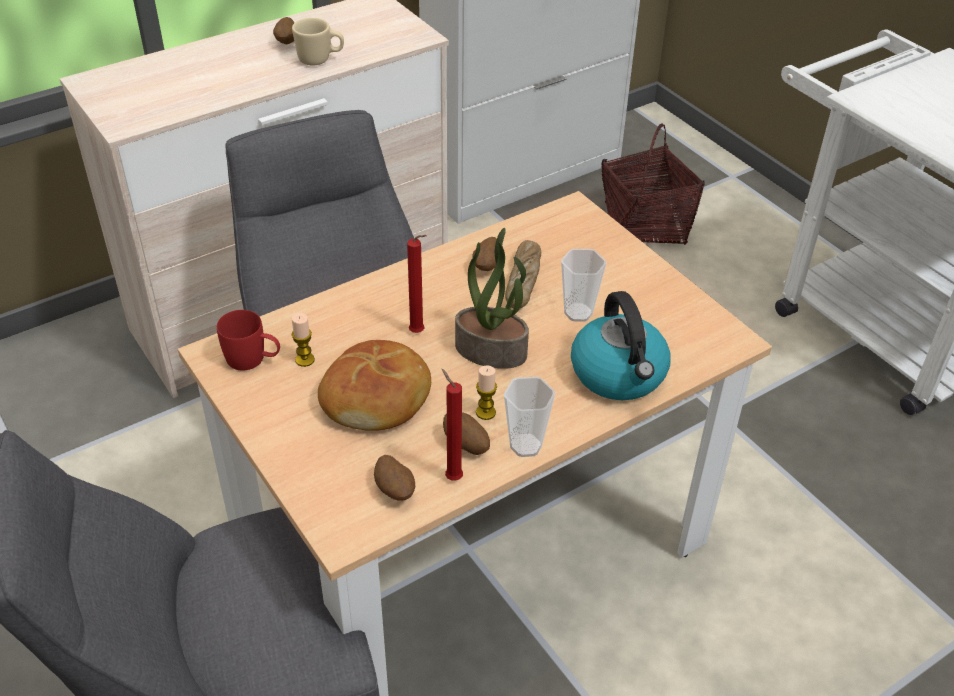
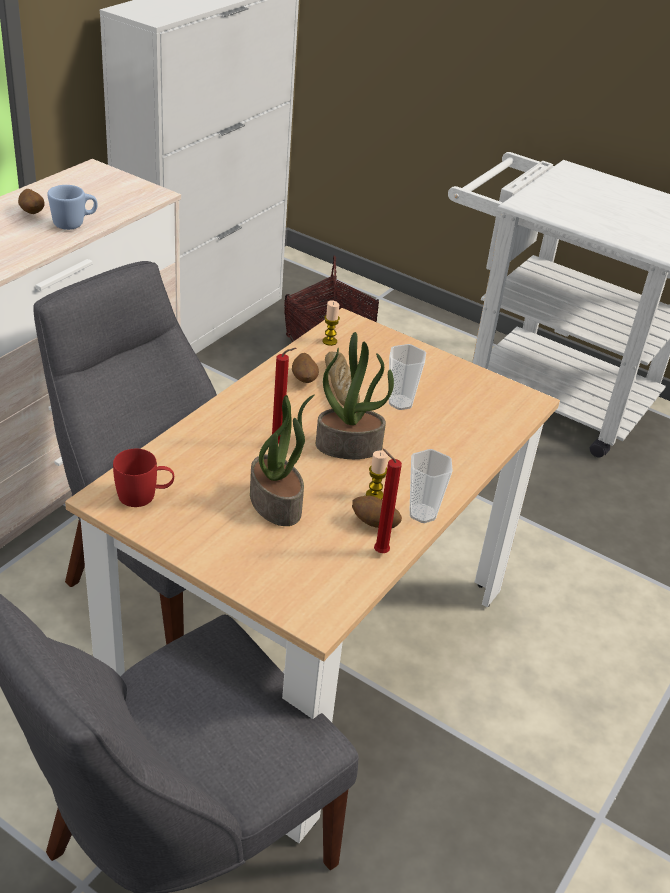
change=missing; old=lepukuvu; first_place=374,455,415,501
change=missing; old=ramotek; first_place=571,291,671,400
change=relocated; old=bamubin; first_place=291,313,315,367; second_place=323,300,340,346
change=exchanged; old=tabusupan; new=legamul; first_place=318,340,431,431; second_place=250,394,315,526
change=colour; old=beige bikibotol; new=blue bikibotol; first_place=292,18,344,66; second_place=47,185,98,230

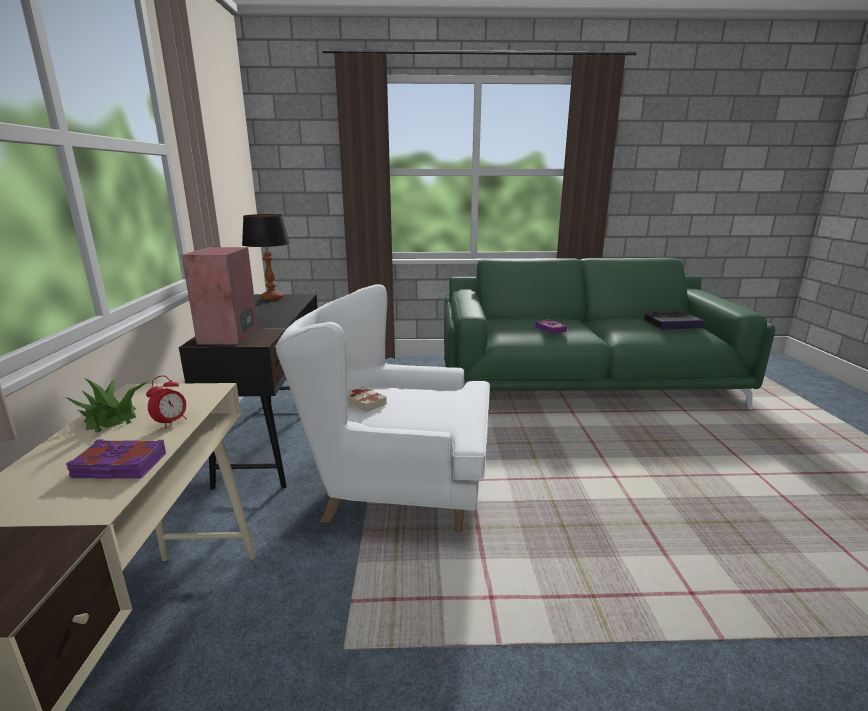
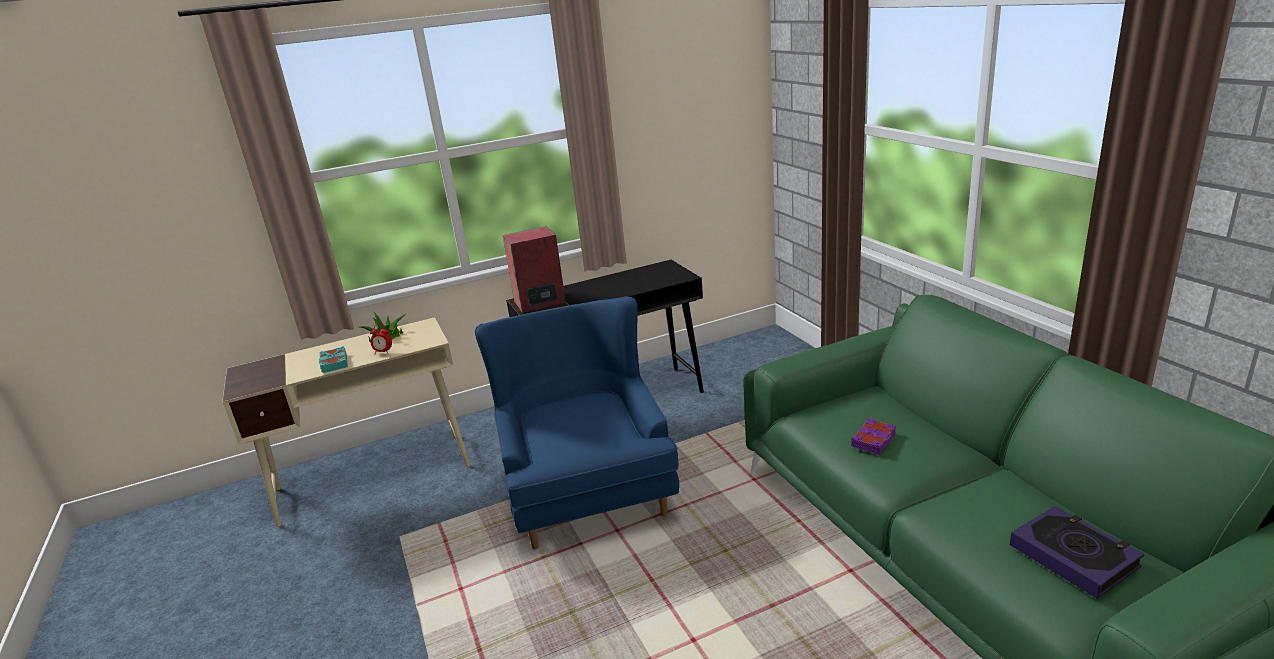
change=missing; old=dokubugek; first_place=242,214,290,301
change=missing; old=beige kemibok; first_place=347,386,387,412
change=colour; old=purple kemibok; new=turquoise kemibok; first_place=66,439,166,479; second_place=319,346,348,373
change=colour; old=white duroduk; new=blue duroduk; first_place=275,284,490,533; second_place=475,296,679,549

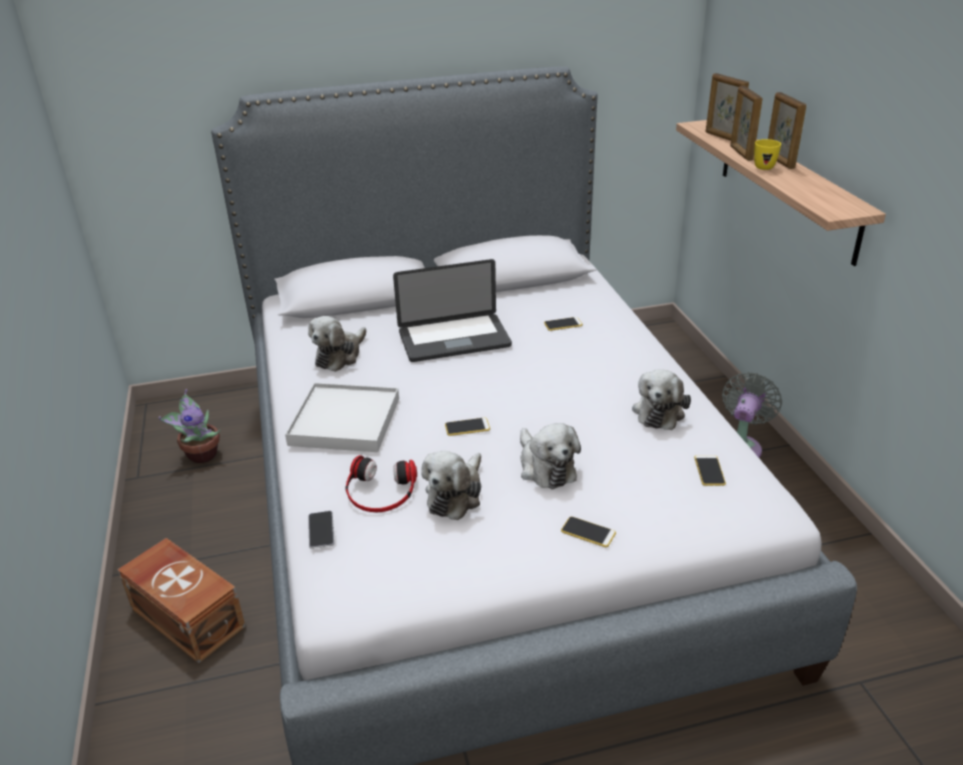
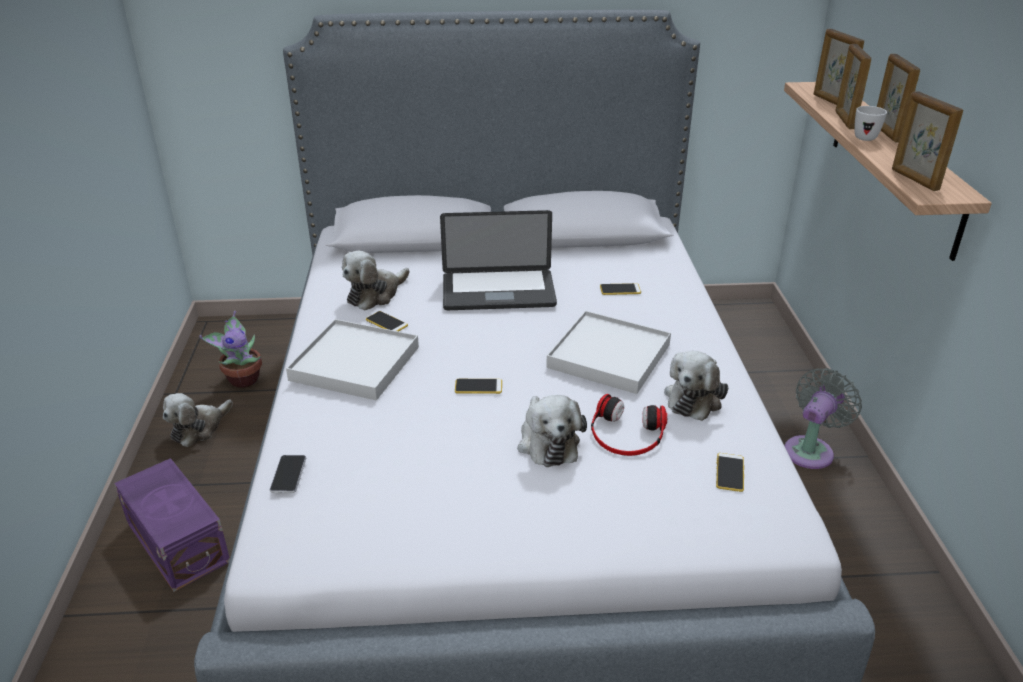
change=appeared; new=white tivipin; second_place=546,311,671,394
change=appeared; new=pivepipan; second_place=892,91,963,191
change=relocated; old=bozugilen; first_place=345,455,417,512; second_place=591,394,667,456
change=relocated; old=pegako; first_place=421,451,481,520; second_place=163,393,233,447
change=relocated; old=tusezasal; first_place=561,516,616,547; second_place=366,311,408,331
change=colour; old=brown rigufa; new=purple rigufa; first_place=118,538,246,663; second_place=114,458,230,592
change=colour; old=yellow bikibotol; new=white bikibotol; first_place=754,139,781,170; second_place=854,106,887,141

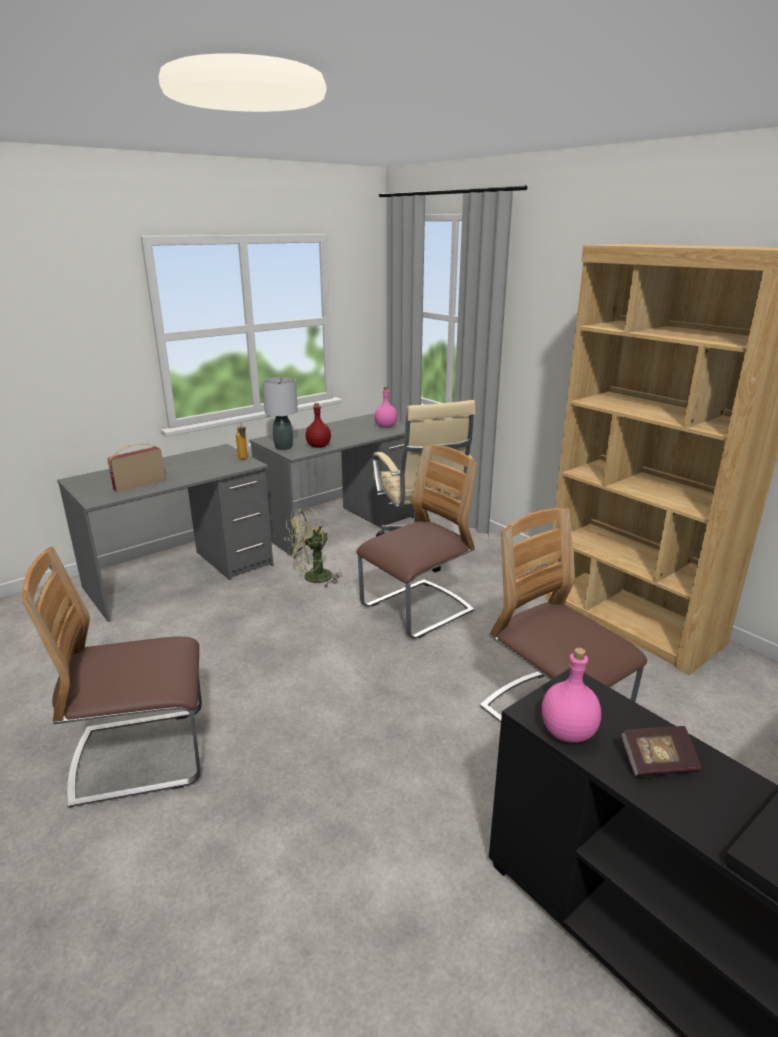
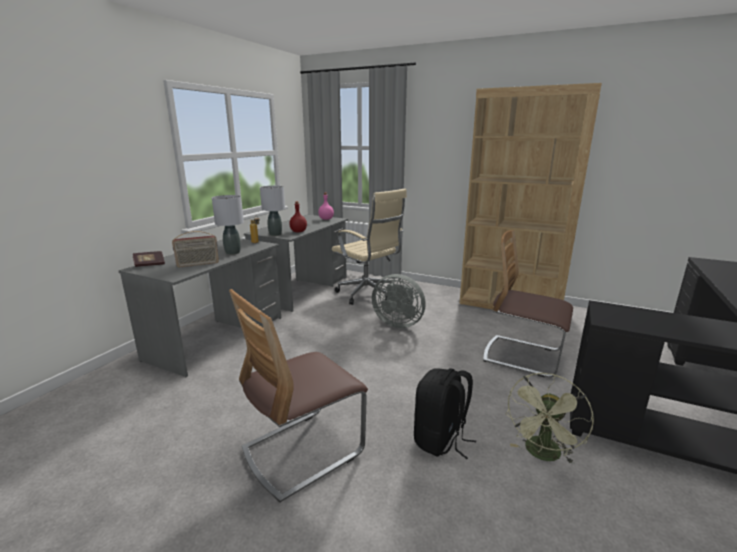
change=missing; old=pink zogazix; first_place=542,648,601,743
change=appeared; new=grey dokubugek; second_place=212,195,244,255
change=appeared; new=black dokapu; second_place=414,368,476,459
change=relocated; old=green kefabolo; first_place=284,507,342,588; second_place=506,373,594,464
change=relocated; old=kemibok; first_place=621,726,701,777; second_place=133,251,165,267
change=exchanged; old=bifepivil; new=grey kefabolo; first_place=356,444,477,639; second_place=372,274,426,328
change=spun; old=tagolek; first_place=108,443,165,493; second_place=172,231,219,268; degrees=-135

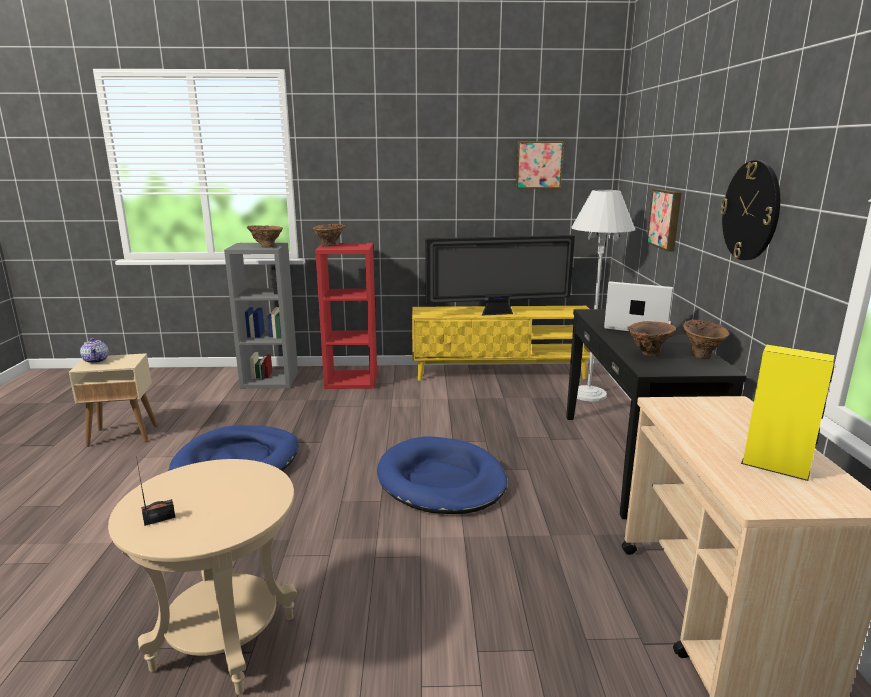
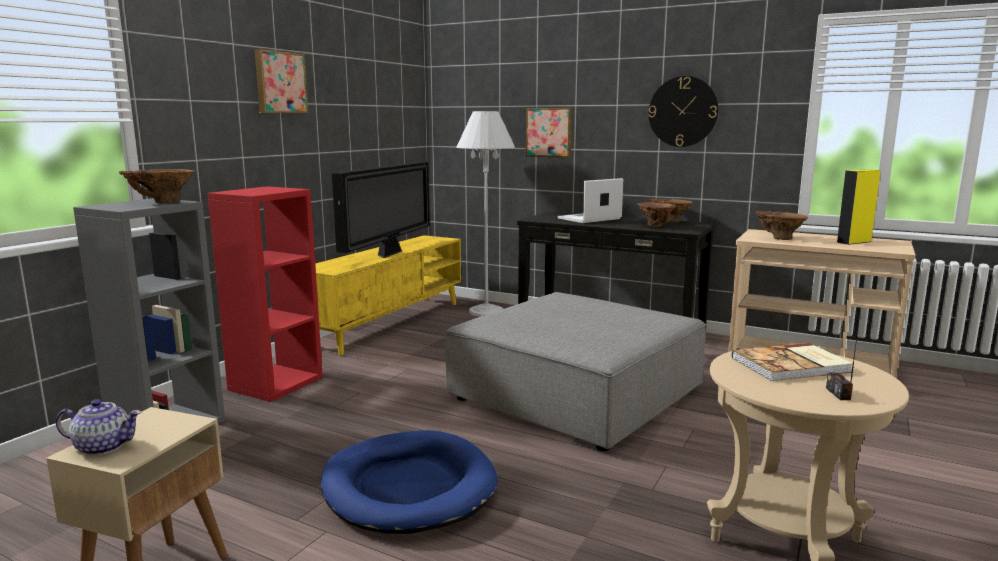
change=appeared; new=kemibok; second_place=732,343,853,381
change=relocated; old=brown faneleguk; first_place=313,224,346,247; second_place=756,211,808,240
change=relocated; old=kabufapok; first_place=516,141,564,189; second_place=254,49,308,113
change=exchanged; old=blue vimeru; new=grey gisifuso; first_place=377,436,507,514; second_place=445,292,706,451

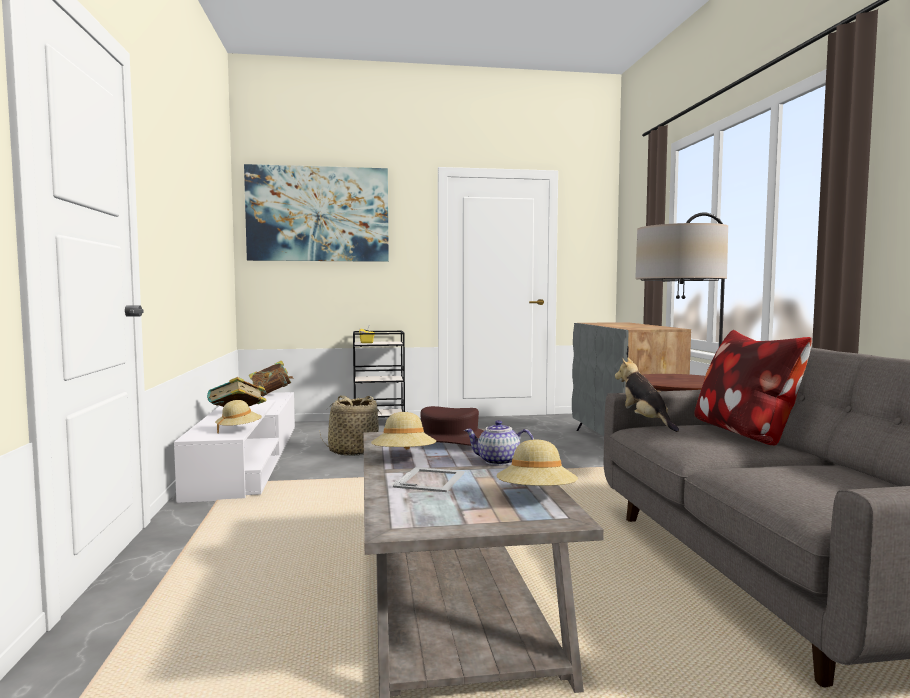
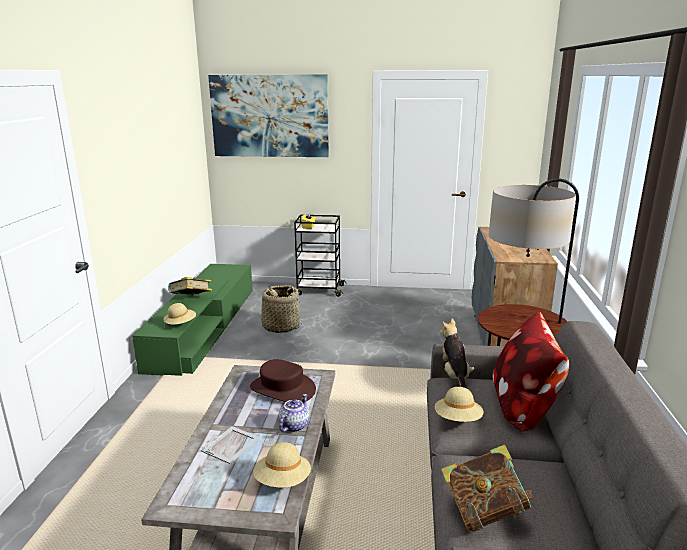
change=relocated; old=kemibok; first_place=249,360,294,396; second_place=441,445,535,532
change=relocated; old=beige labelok; first_place=371,412,436,450; second_place=435,387,483,422
change=colour; old=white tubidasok; new=green tubidasok; first_place=174,392,295,503; second_place=132,264,253,376
change=spun; old=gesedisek; first_place=464,420,534,466; second_place=279,394,310,432; degrees=90

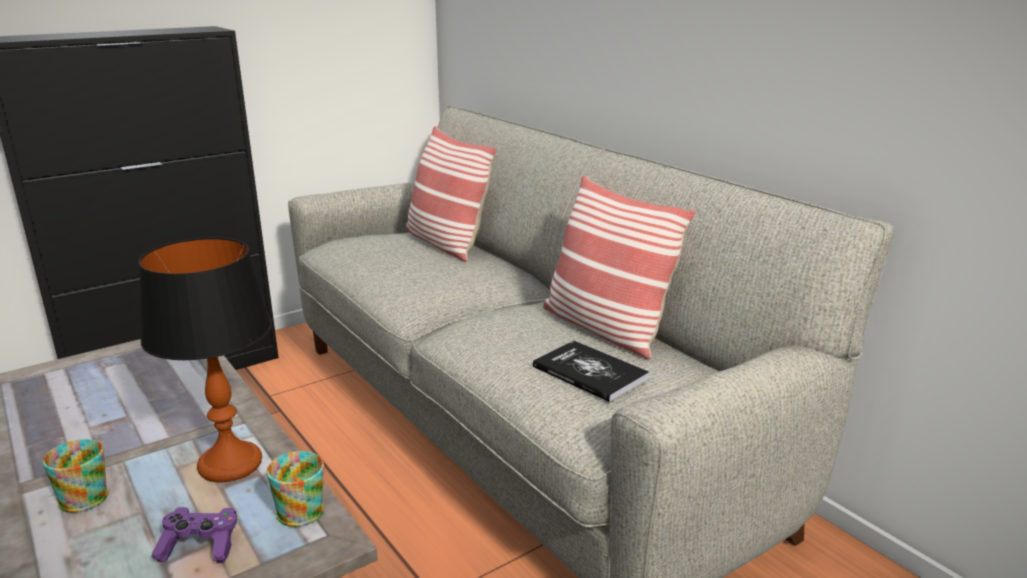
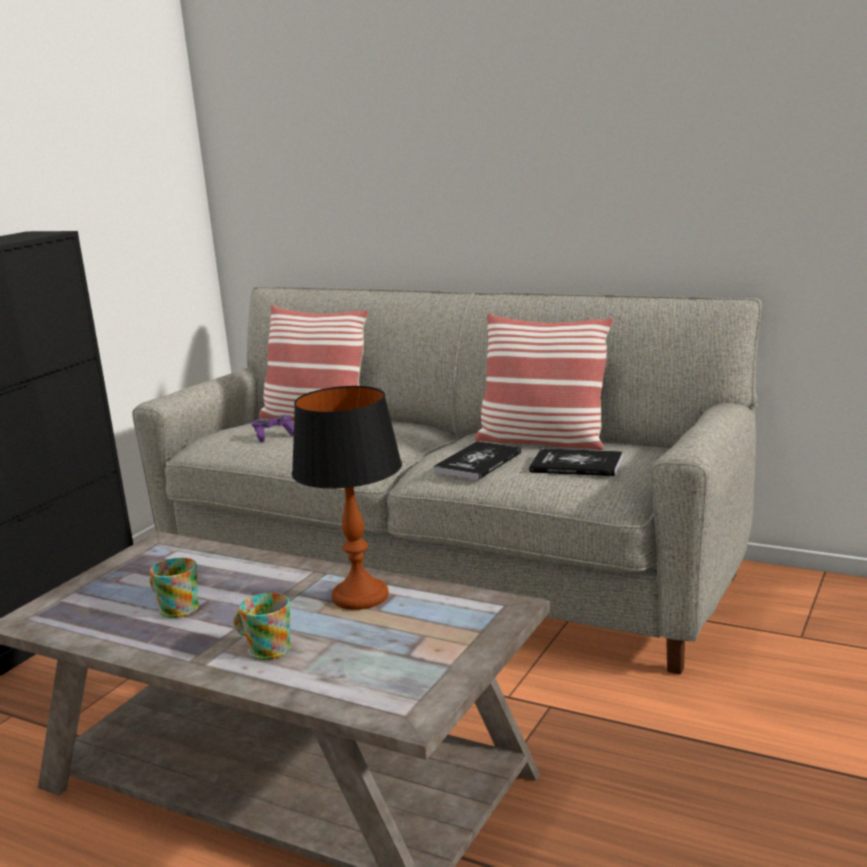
change=appeared; new=kemibok; second_place=433,441,521,480
change=relocated; old=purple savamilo; first_place=151,507,237,563; second_place=252,415,294,442
change=relocated; old=bikibotol; first_place=267,451,324,527; second_place=150,558,199,618

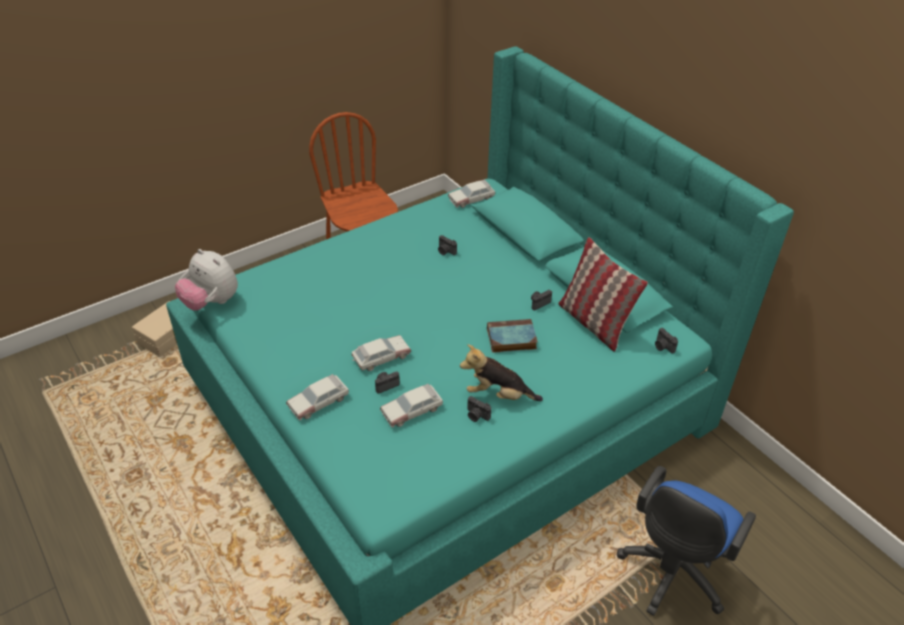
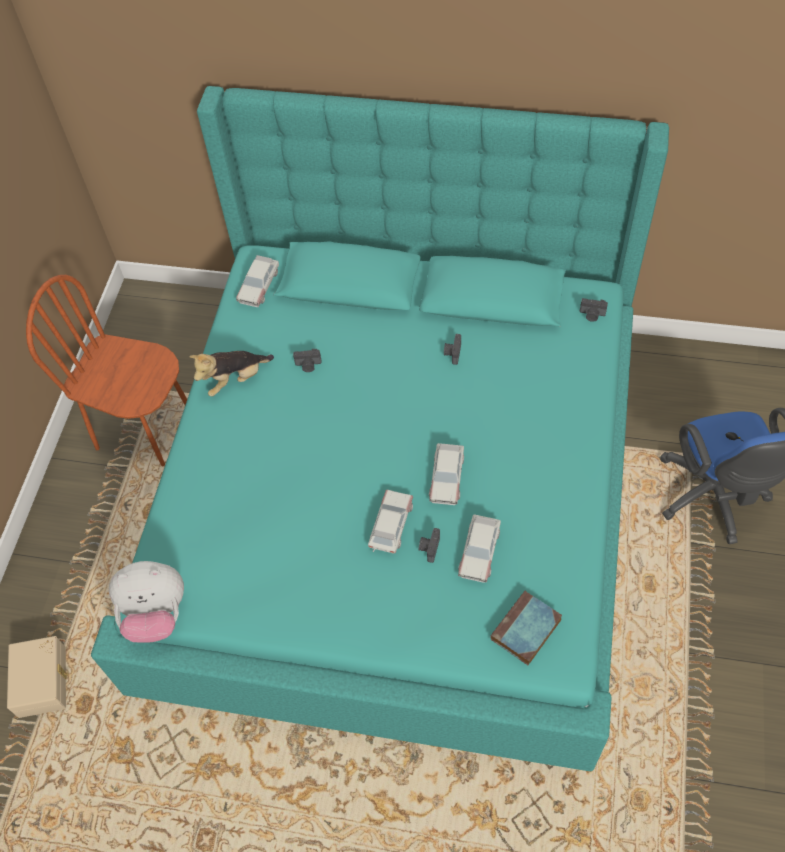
change=missing; old=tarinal; first_place=467,396,491,422
change=missing; old=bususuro; first_place=558,237,648,352
change=relocated; old=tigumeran; first_place=286,374,349,420; second_place=429,443,464,505
change=relocated; old=pegako; first_place=460,344,543,401; second_place=189,351,274,396
change=relocated; old=kemibok; first_place=487,319,538,353; second_place=491,591,562,665

